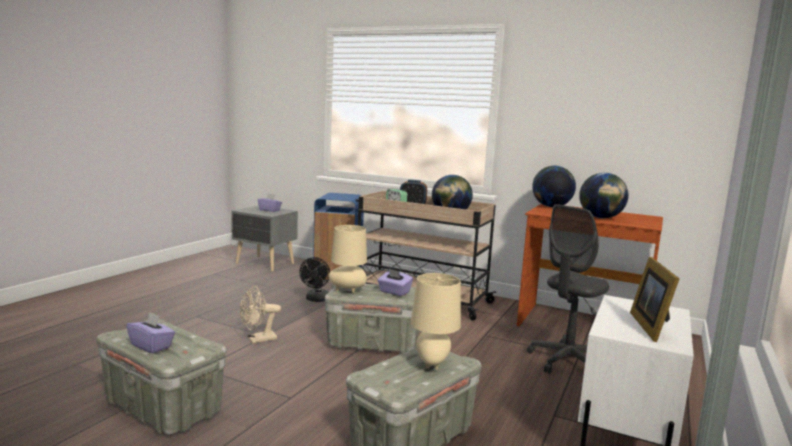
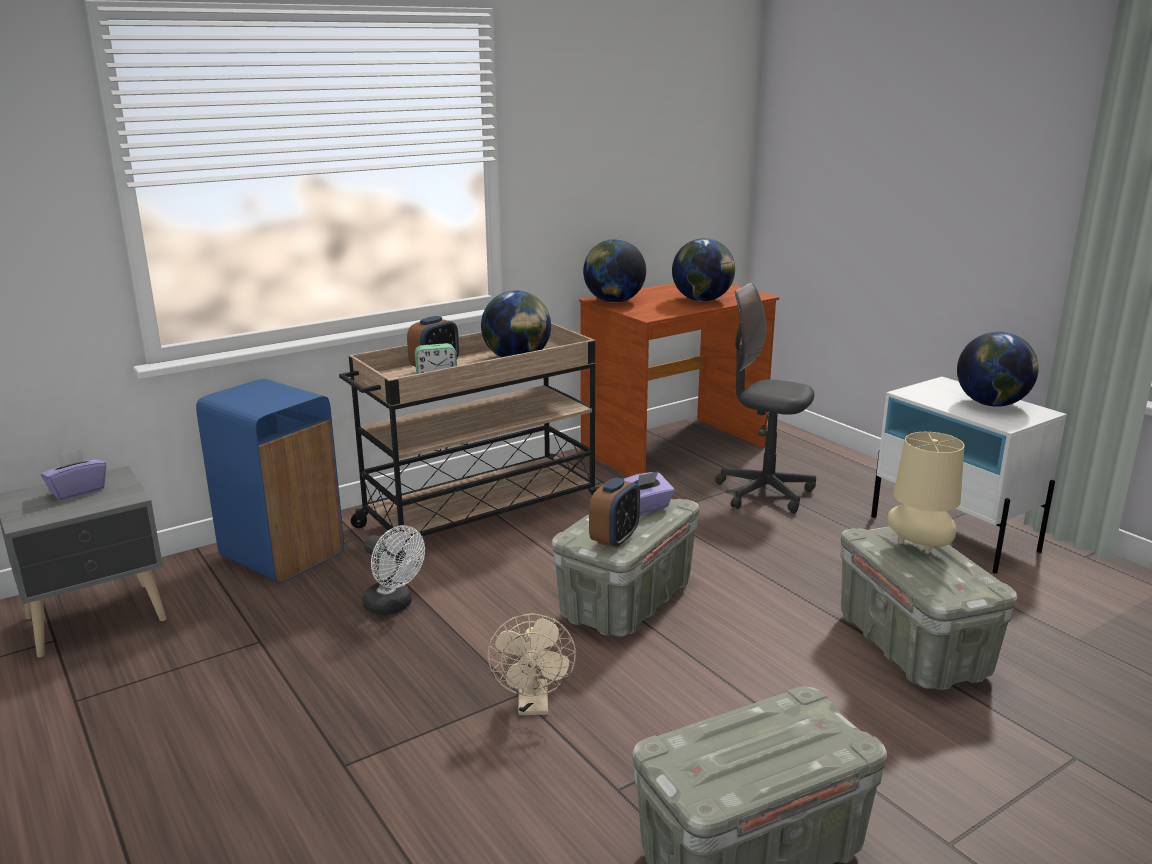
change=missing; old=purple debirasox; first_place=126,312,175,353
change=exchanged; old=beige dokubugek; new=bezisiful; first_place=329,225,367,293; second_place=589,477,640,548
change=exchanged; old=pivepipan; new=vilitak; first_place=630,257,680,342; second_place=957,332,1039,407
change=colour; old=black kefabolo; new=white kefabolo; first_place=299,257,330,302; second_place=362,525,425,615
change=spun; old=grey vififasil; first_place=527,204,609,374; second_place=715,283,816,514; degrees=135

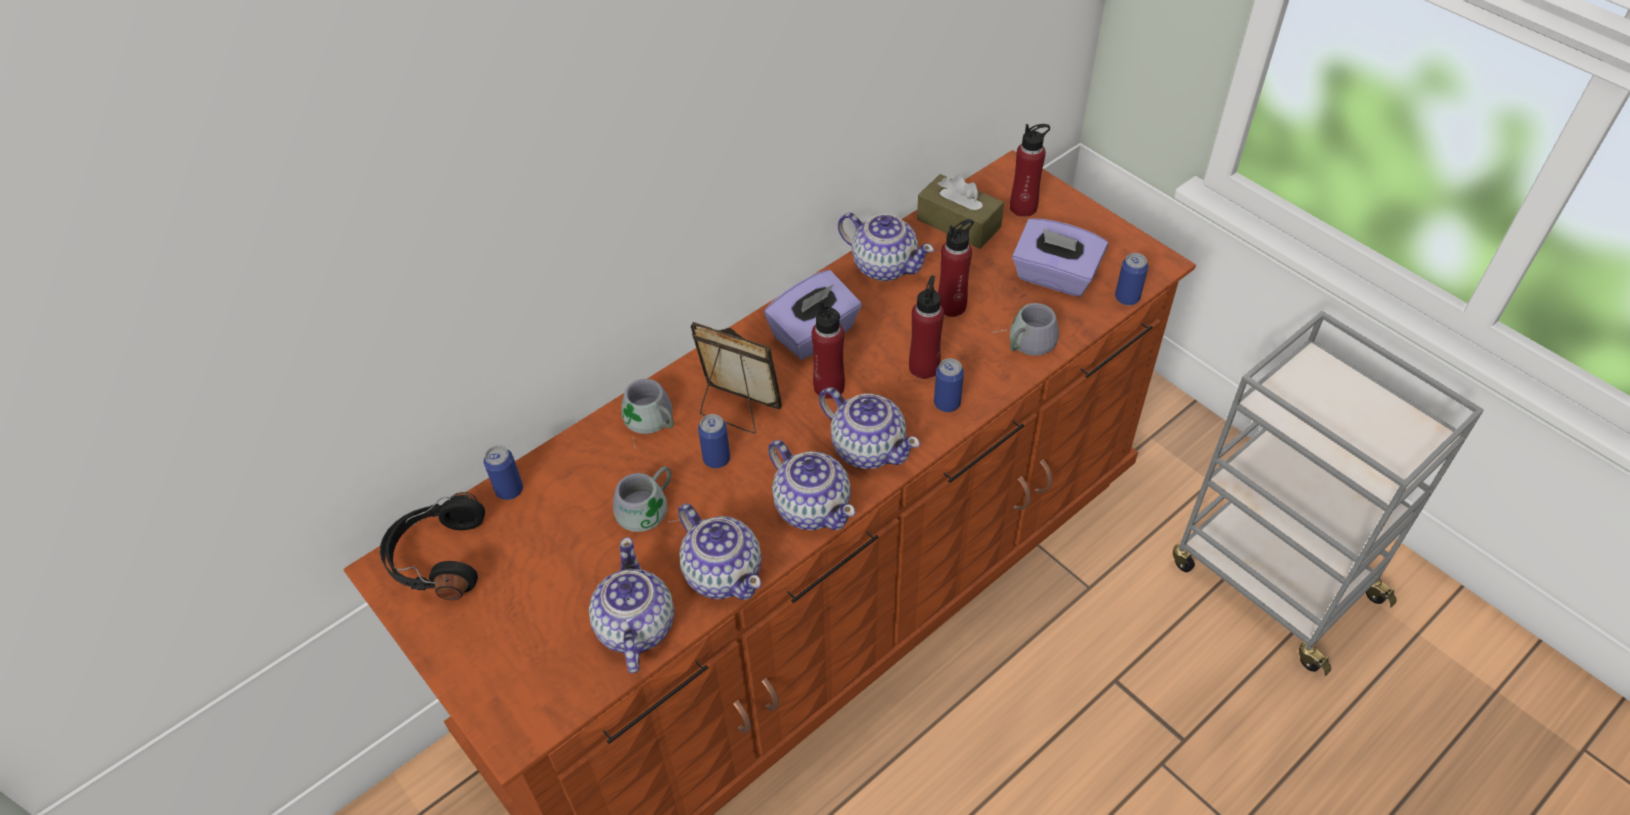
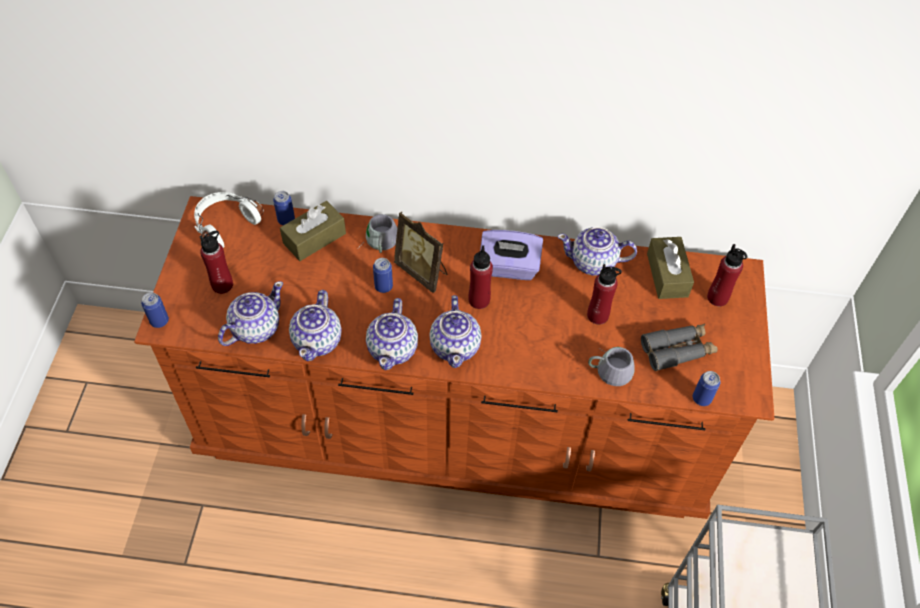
change=missing; old=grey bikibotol; first_place=613,466,679,532
change=appeared; new=brown debirasox; second_place=280,201,346,261
change=relocated; old=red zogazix; first_place=909,276,944,379; second_place=200,231,233,294
change=relocated; old=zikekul; first_place=934,358,964,412; second_place=141,292,169,328
change=exchanged; old=purple debirasox; new=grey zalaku; first_place=1012,219,1108,297; second_place=641,324,718,371
change=colour; old=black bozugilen; new=white bozugilen; first_place=380,492,485,600; second_place=194,192,264,248
change=spun; old=pivepipan; first_place=691,322,782,434; second_place=394,212,447,293; degrees=150
change=spun; old=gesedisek; first_place=838,213,934,281; second_place=558,227,637,276; degrees=105

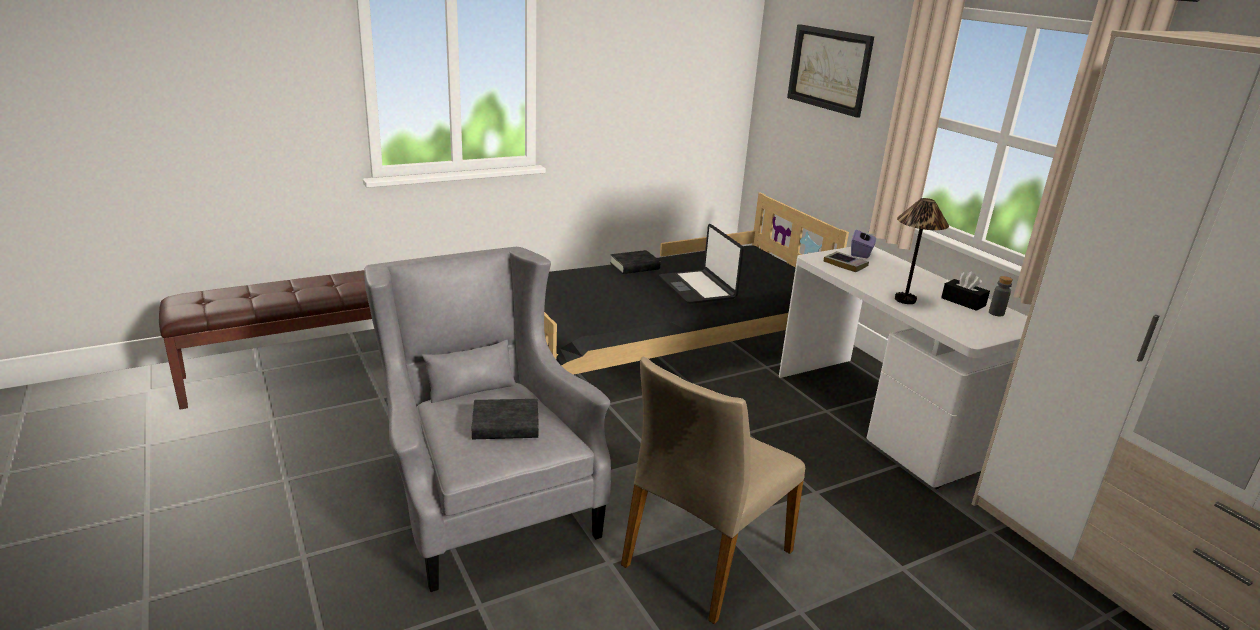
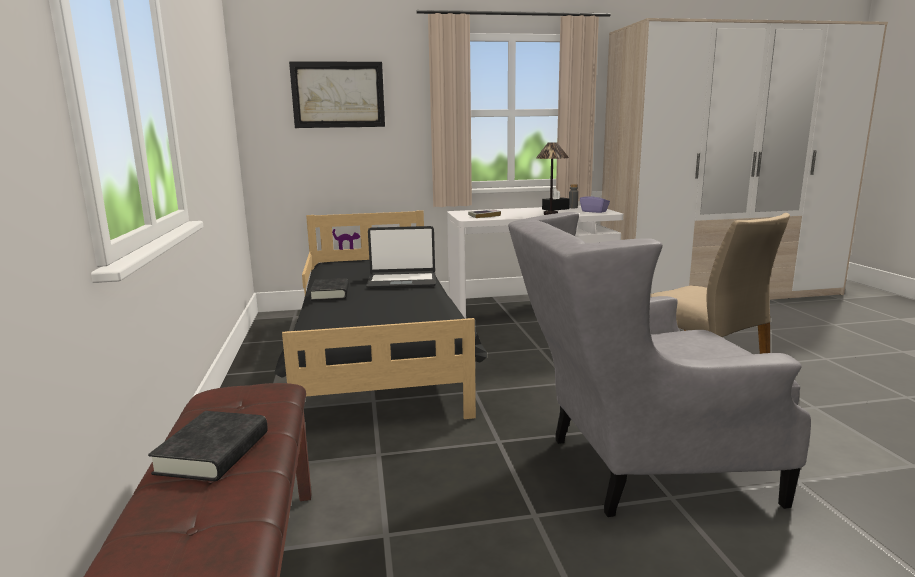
change=relocated; old=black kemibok; first_place=472,399,539,439; second_place=148,411,268,481
change=relocated; old=purple debirasox; first_place=851,230,876,259; second_place=580,191,610,213

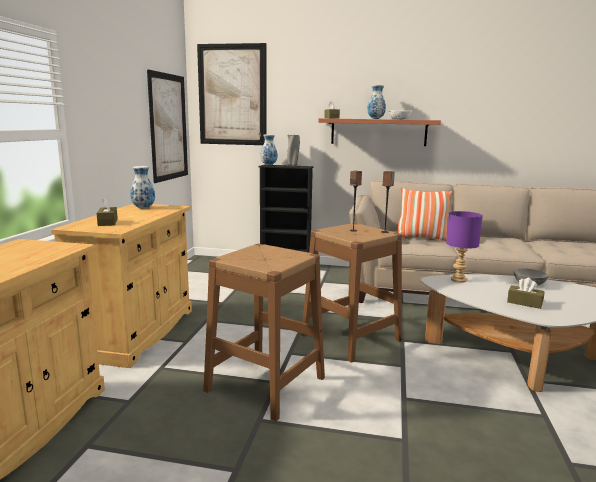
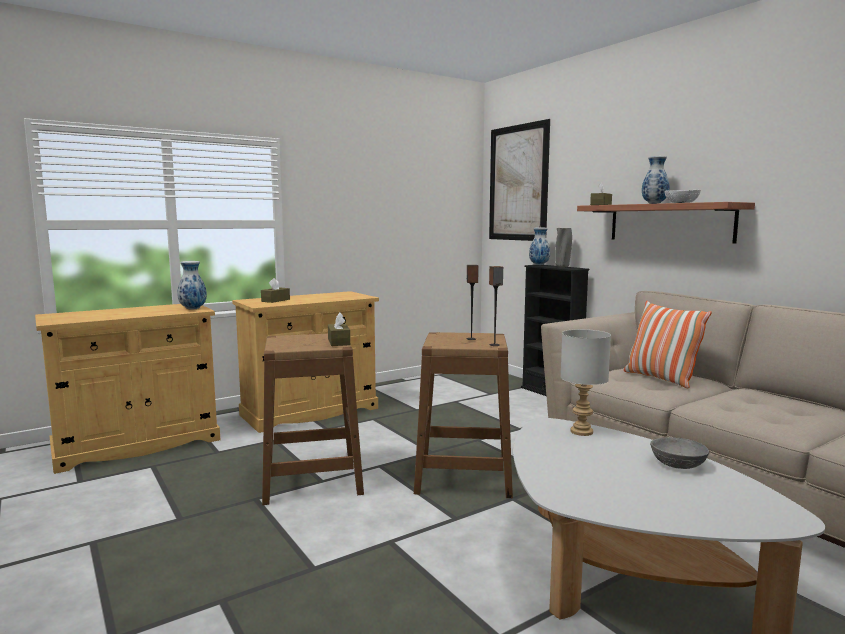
change=missing; old=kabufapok; first_place=147,69,188,183
change=relocated; old=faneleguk; first_place=130,166,155,209; second_place=178,261,207,310
change=relocated; old=brown debirasox; first_place=507,278,545,309; second_place=328,312,350,346
change=colour; old=purple dokubugek; new=grey dokubugek; first_place=446,211,483,283; second_place=560,329,611,436

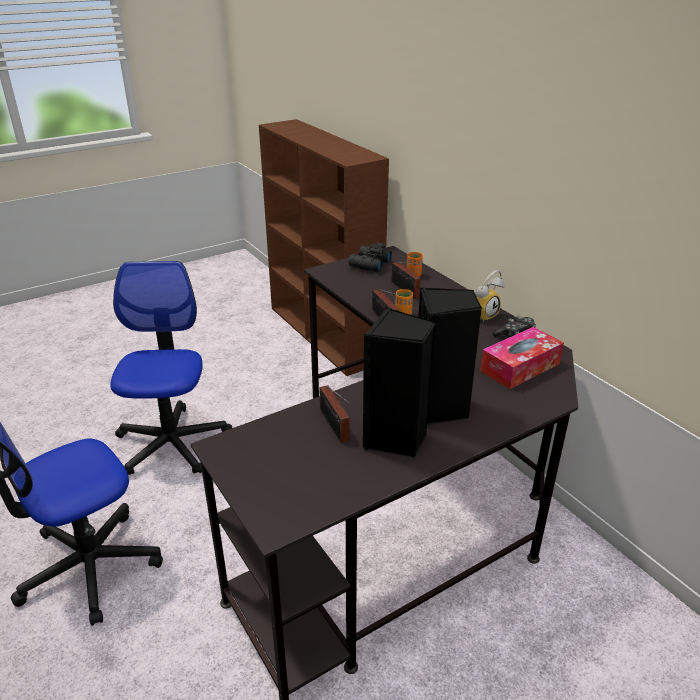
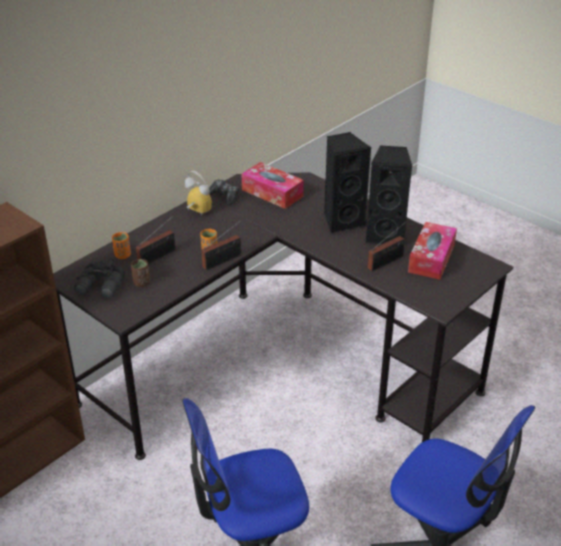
change=appeared; new=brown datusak; second_place=131,259,150,287
change=appeared; new=debirasox; second_place=408,222,457,280

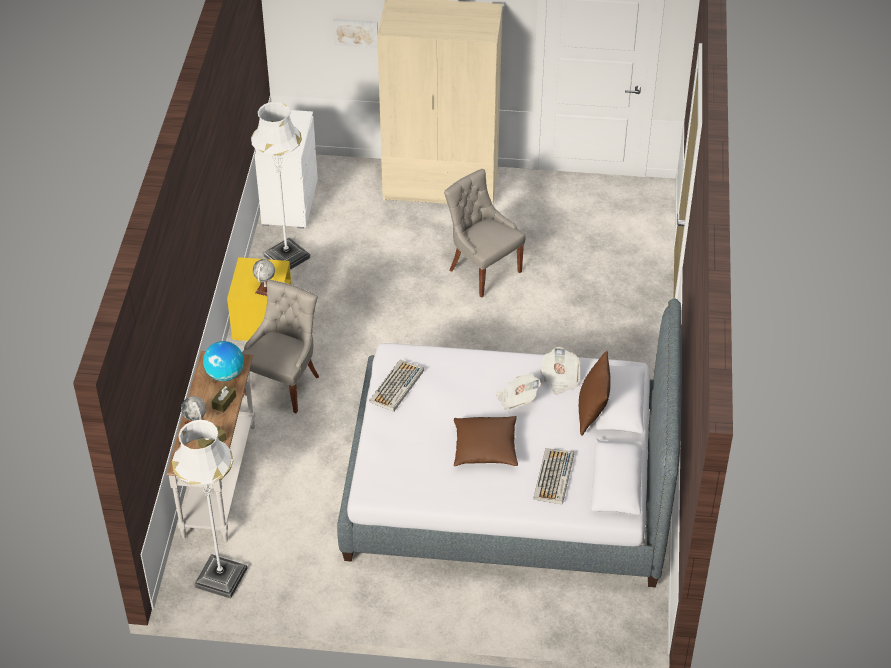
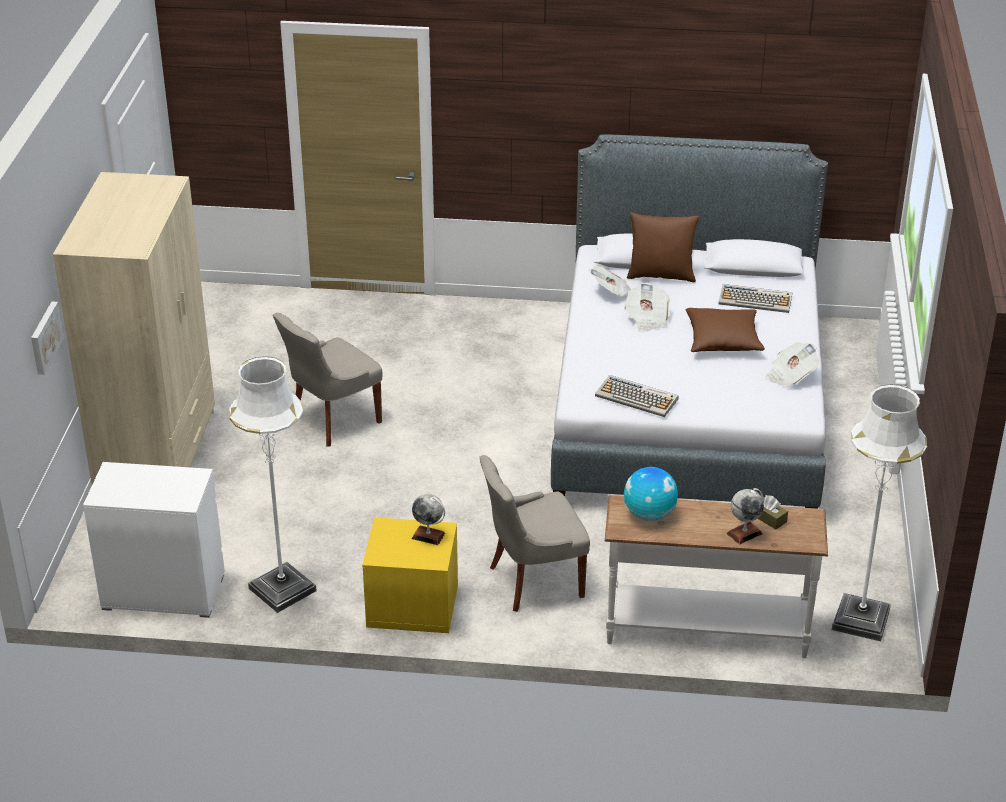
change=missing; old=brown debirasox; first_place=211,385,236,413
change=appeared; new=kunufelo; second_place=765,342,819,388
change=spun; old=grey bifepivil; first_place=242,280,319,413; second_place=479,455,590,612; degrees=-45

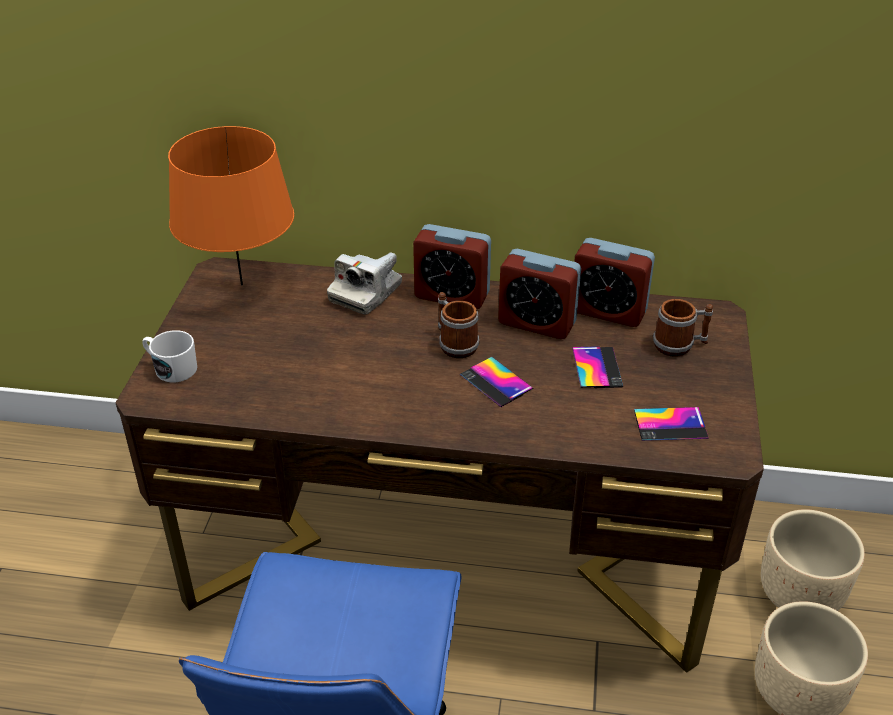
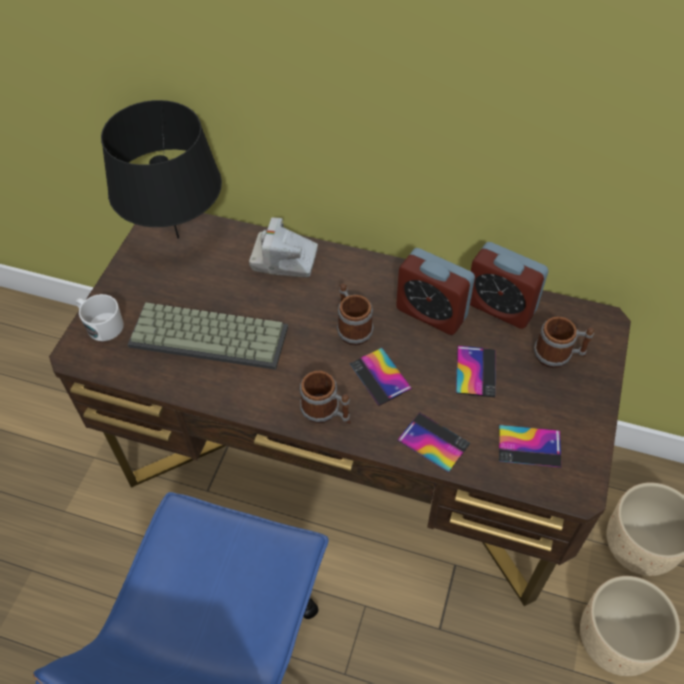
change=missing; old=bezisiful; first_place=413,224,491,309
change=appeared; new=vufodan; second_place=127,303,288,370
change=appeared; new=bikibotol; second_place=300,371,350,424
change=appeared; new=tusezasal; second_place=397,412,470,473
change=colour; old=orange dokubugek; new=black dokubugek; first_place=168,126,294,286; second_place=101,100,222,239
change=spun; old=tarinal; first_place=327,252,402,314; second_place=249,217,318,278; degrees=60

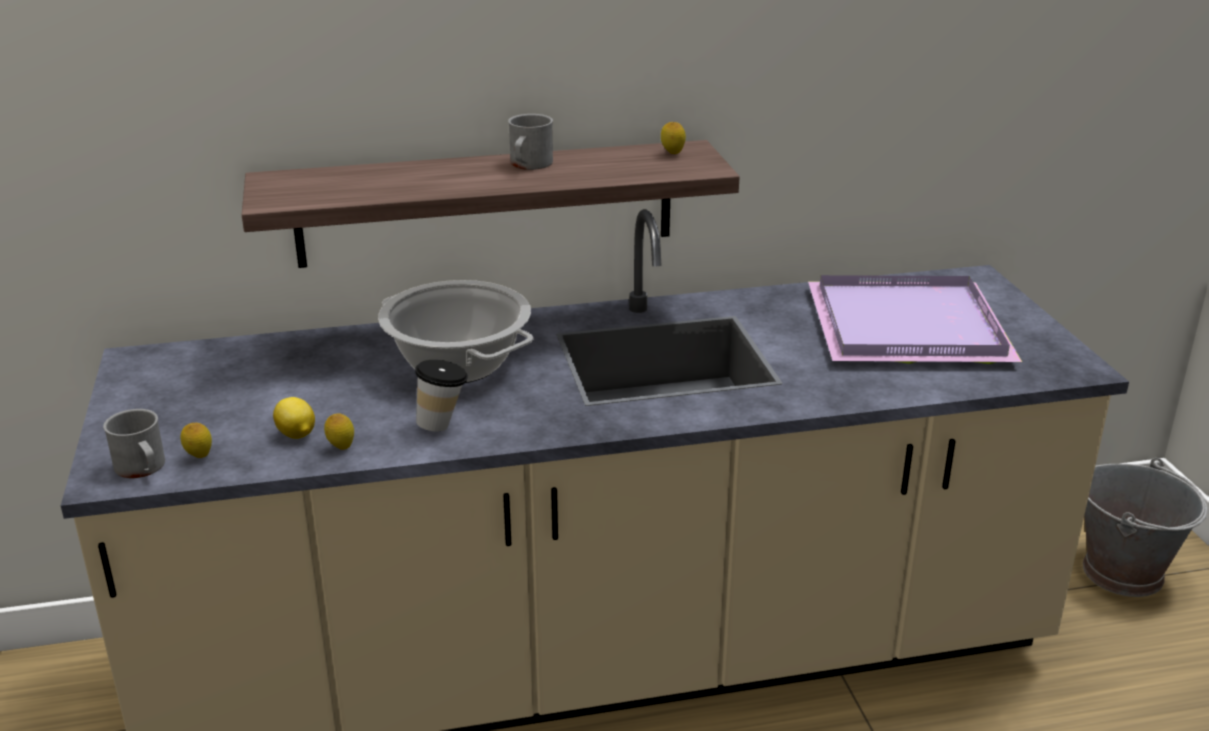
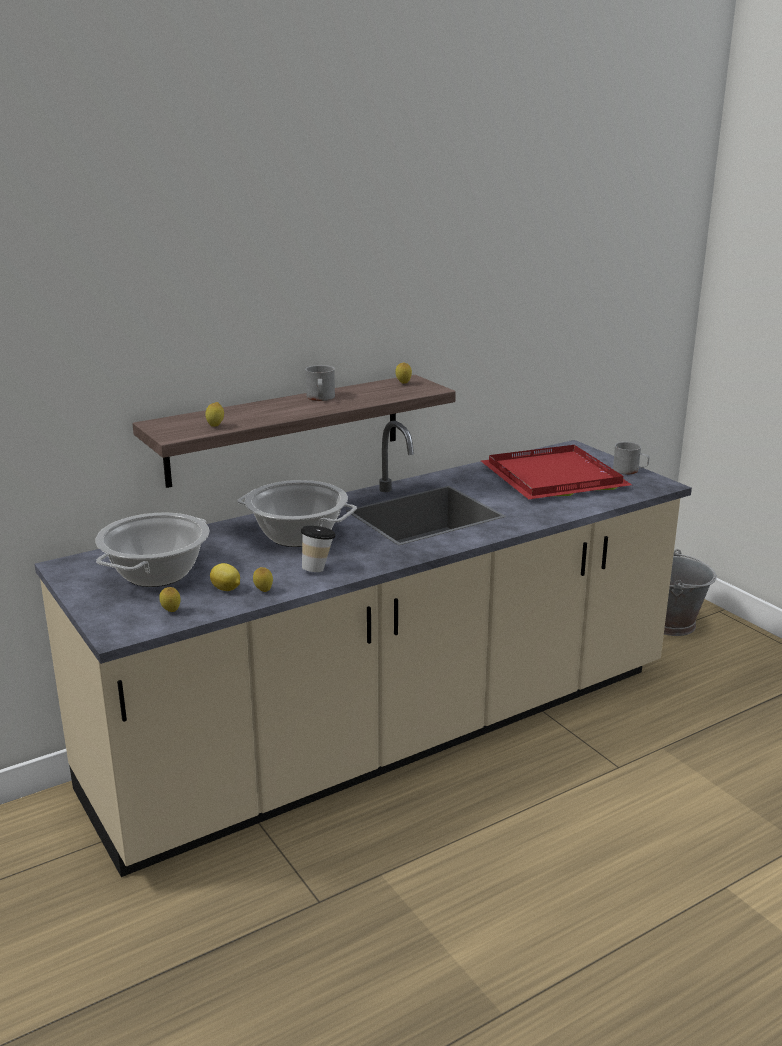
change=appeared; new=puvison; second_place=95,513,210,587
change=appeared; new=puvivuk; second_place=205,402,224,427
change=relocated; old=grey bikibotol; first_place=103,409,165,478; second_place=613,442,649,474
change=colour; old=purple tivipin; new=red tivipin; first_place=808,275,1022,364; second_place=481,445,632,499

